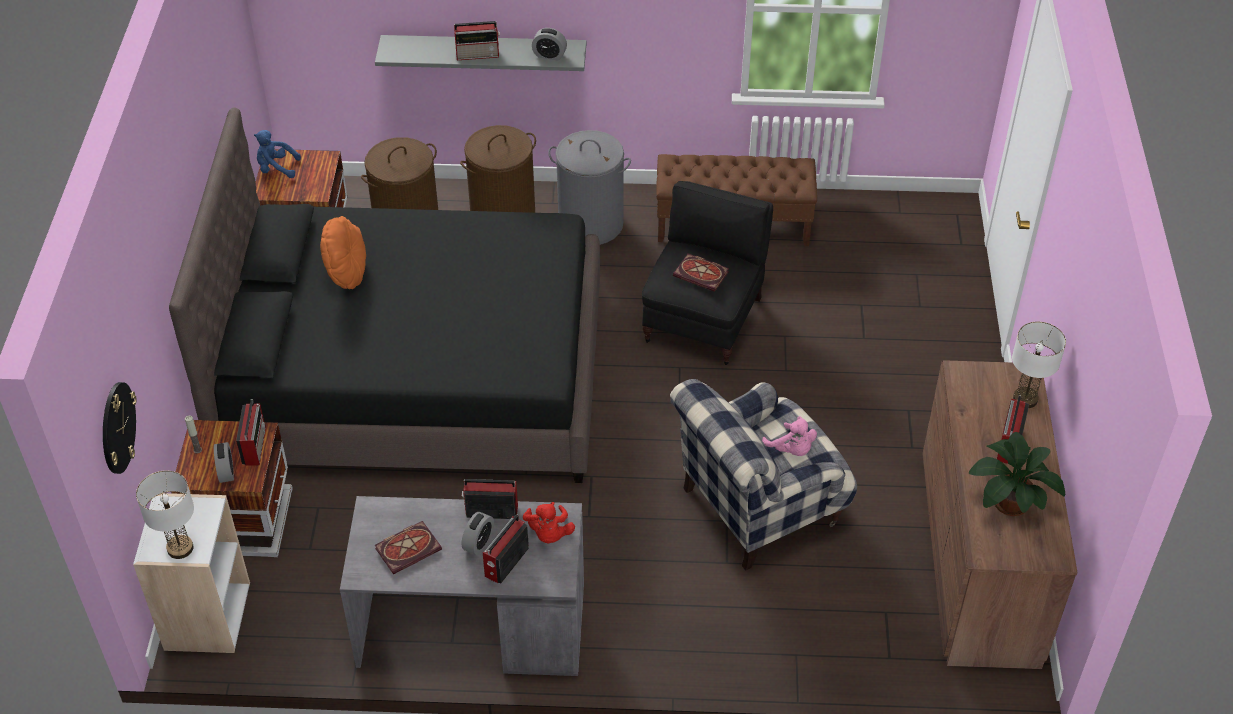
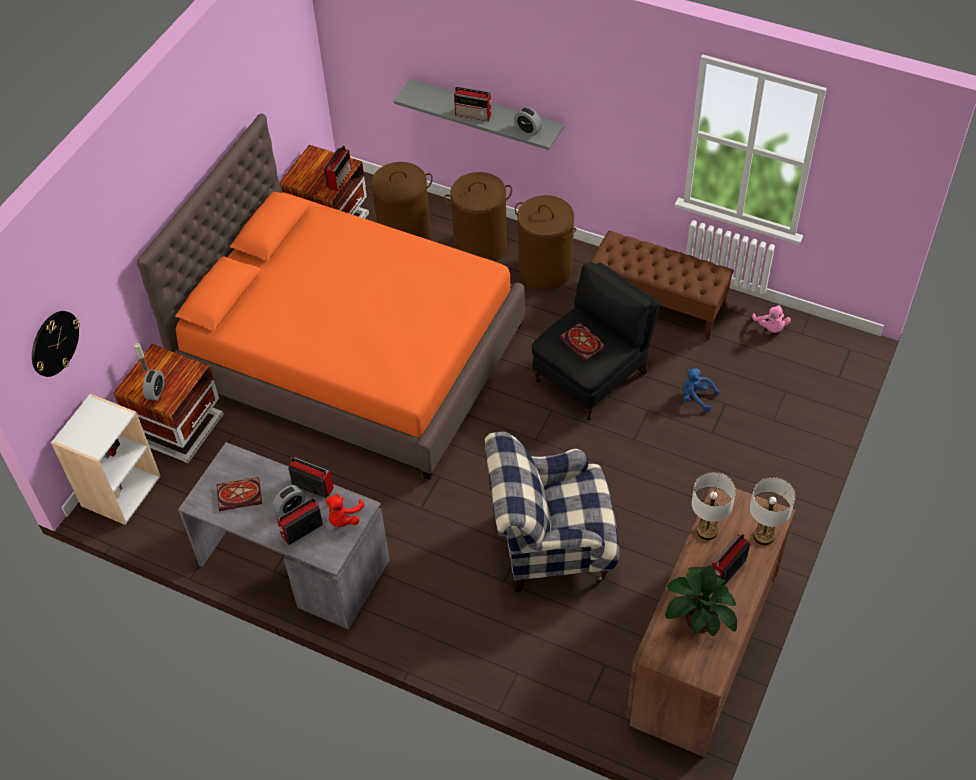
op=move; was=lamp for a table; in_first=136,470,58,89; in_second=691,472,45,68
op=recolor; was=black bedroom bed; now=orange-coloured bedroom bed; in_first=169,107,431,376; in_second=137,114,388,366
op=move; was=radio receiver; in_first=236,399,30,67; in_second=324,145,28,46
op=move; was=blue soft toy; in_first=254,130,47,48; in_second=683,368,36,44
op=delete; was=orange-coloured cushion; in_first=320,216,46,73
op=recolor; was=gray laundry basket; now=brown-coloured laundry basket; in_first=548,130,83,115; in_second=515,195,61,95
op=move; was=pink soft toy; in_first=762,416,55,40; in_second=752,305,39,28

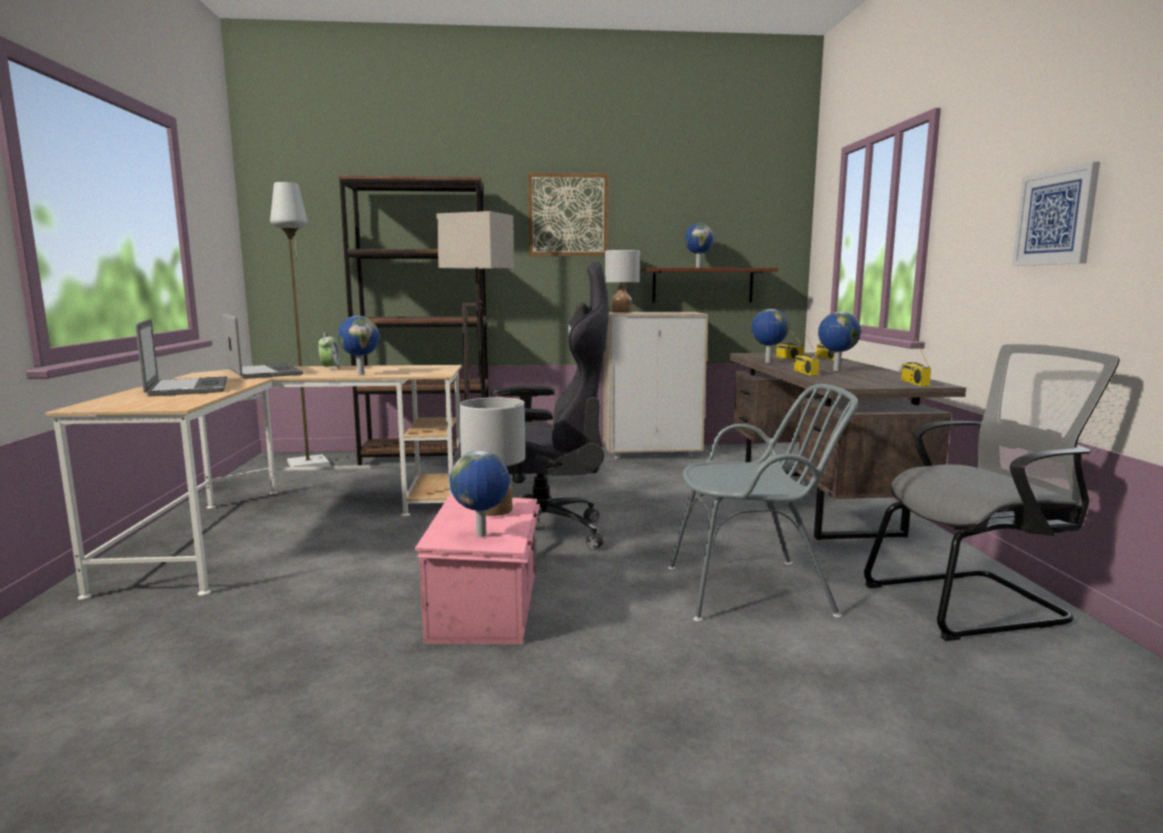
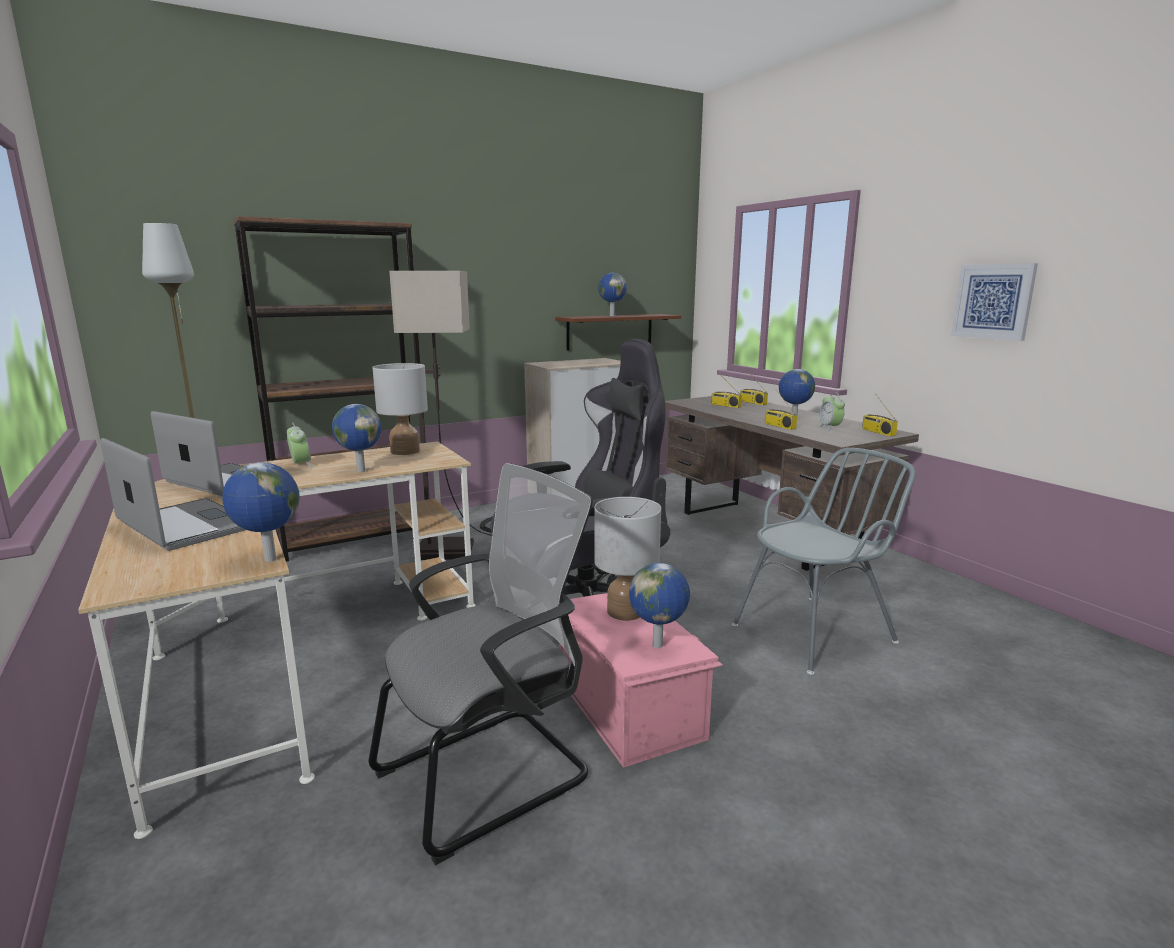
op=delete; was=picture; in_first=528,171,81,85
op=move; was=gray lamp for a table; in_first=605,250,35,63; in_second=372,363,56,92
op=move; was=desk globe; in_first=751,309,38,54; in_second=222,463,78,99
op=move; was=plain chair; in_first=864,344,256,297; in_second=368,463,224,402
op=insert; now=bedside clock; in_second=818,392,27,39

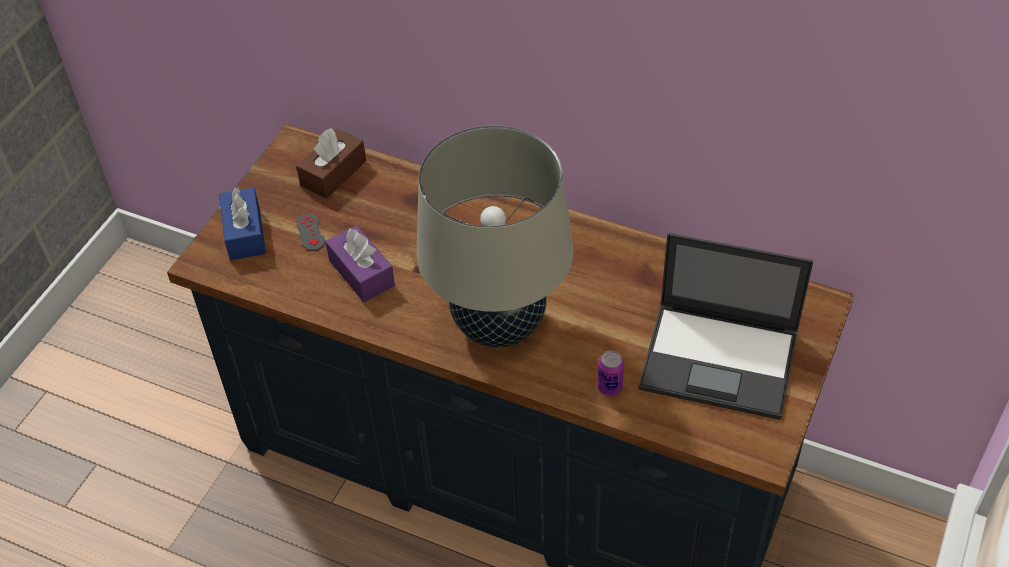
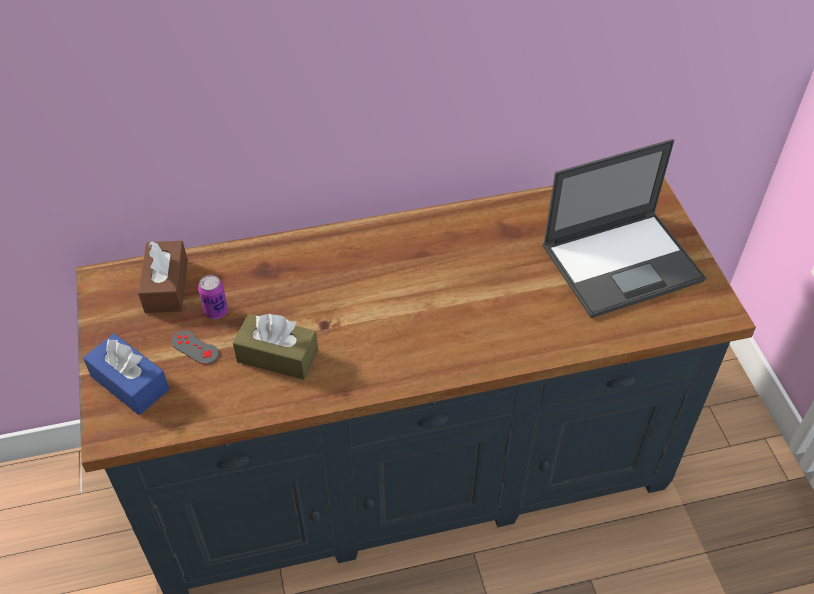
op=recolor; was=purplish box of tissues; now=brown-coloured box of tissues; in_first=325,225,70,77; in_second=233,314,85,66
op=delete; was=beige lamp for a table; in_first=416,125,158,222
op=move; was=metal can; in_first=597,351,27,45; in_second=198,275,30,45

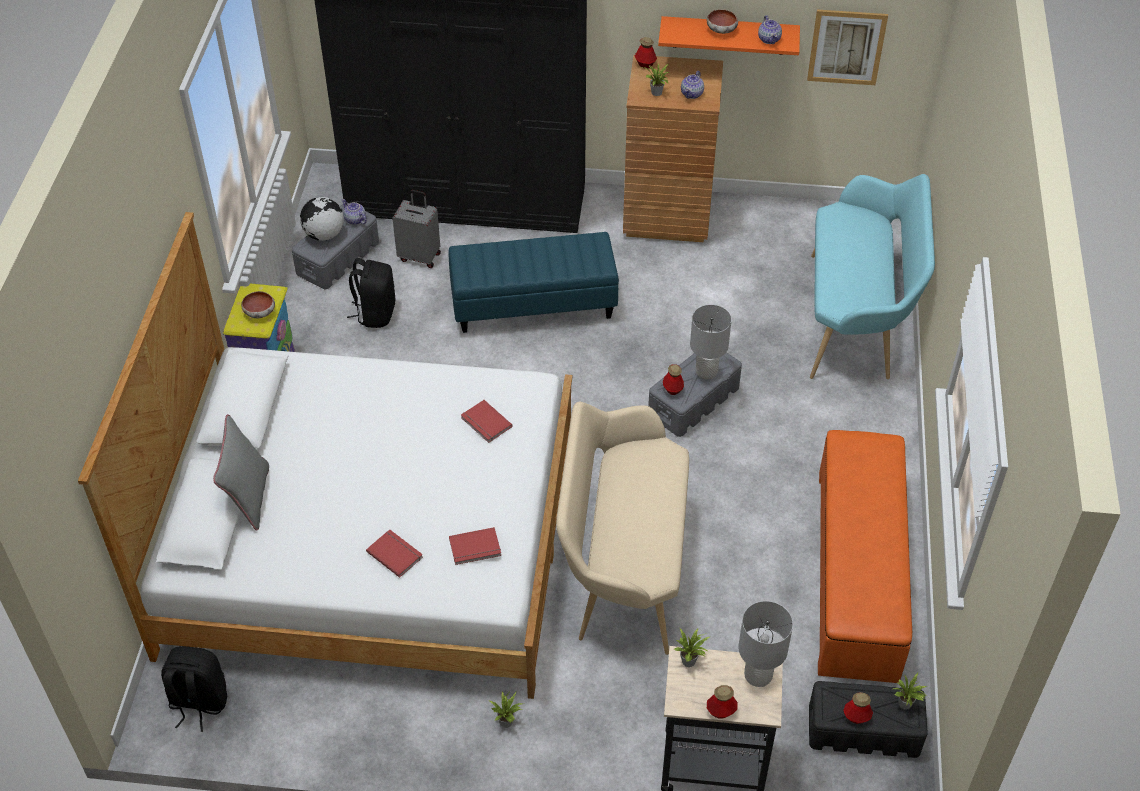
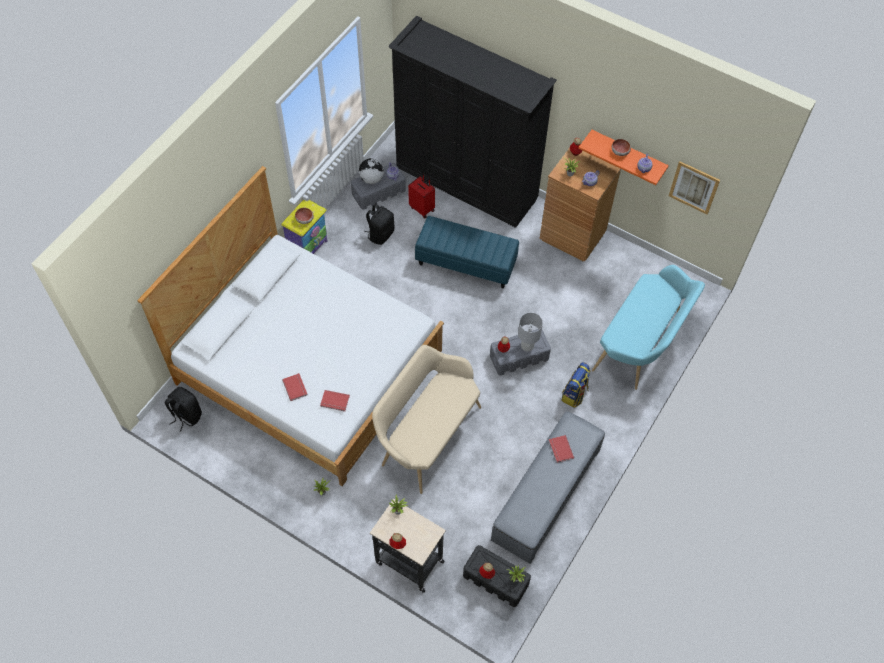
op=delete; was=gray cushion; in_first=213,414,56,117
op=recolor; was=gray suitcase; now=red-coloured suitcase; in_first=392,190,49,78; in_second=408,174,27,44
op=move; was=red-coloured volume; in_first=461,400,51,43; in_second=549,435,25,28
op=delete; was=gray lamp for a table; in_first=738,601,55,86
op=recolor; was=orange-coloured long seat; now=gray long seat; in_first=818,430,94,253; in_second=491,411,114,153
op=insert; now=knapsack; in_second=561,362,30,46

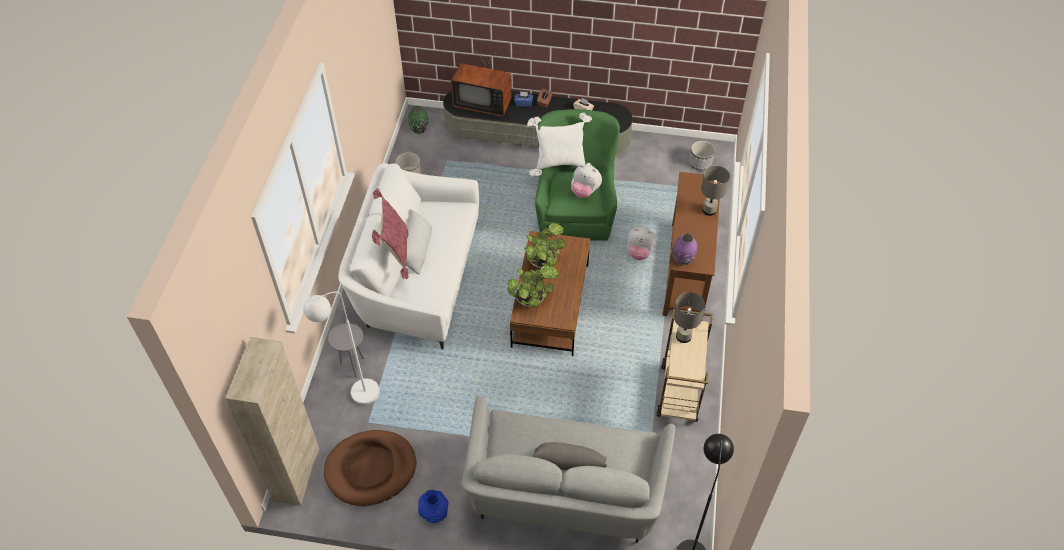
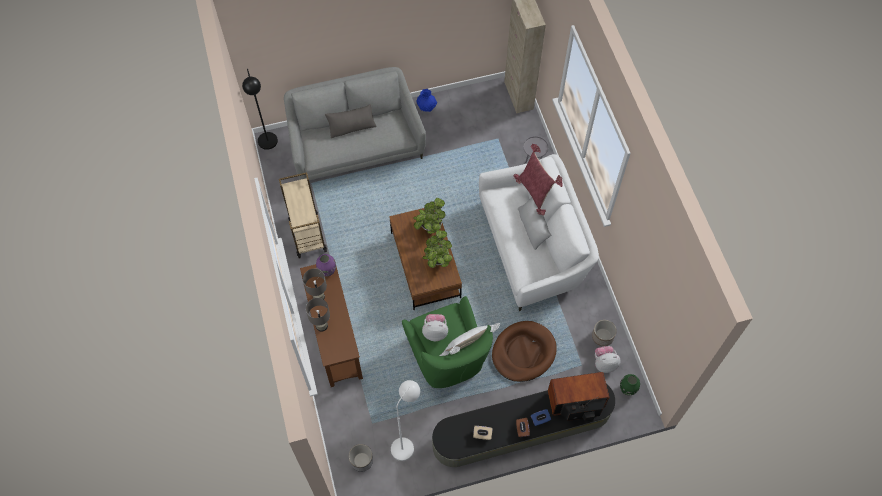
op=move; was=whitish standing lamp; in_first=303,292,77,113; in_second=391,380,29,81
op=move; was=brown-coloured pet bed; in_first=324,430,92,76; in_second=492,321,65,61
op=move; was=soft toy; in_first=627,227,29,33; in_second=595,346,26,27
op=move; was=gray lamp for a table; in_first=674,292,31,51; in_second=303,268,24,31

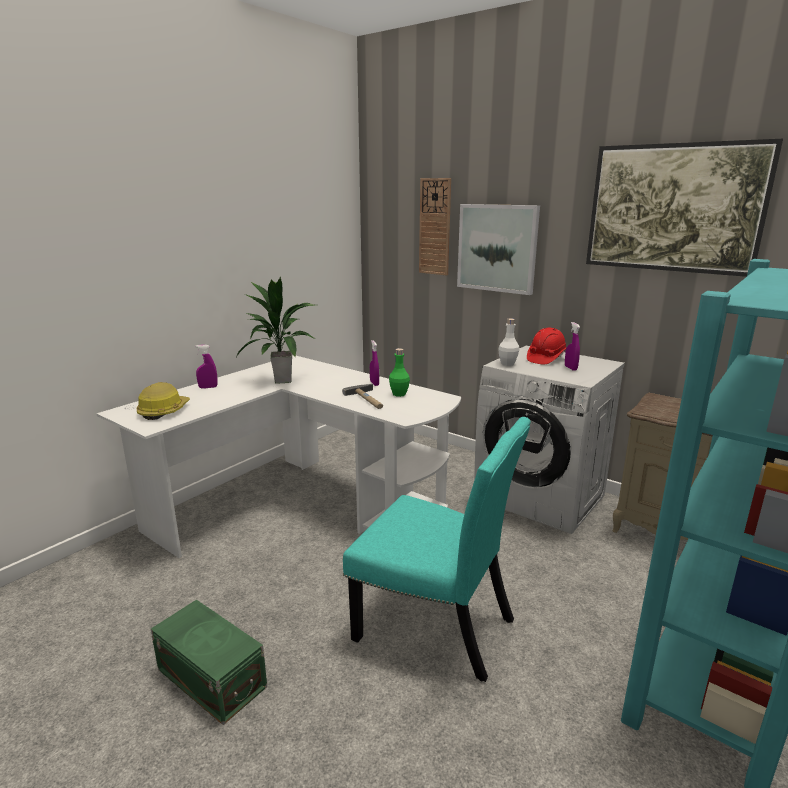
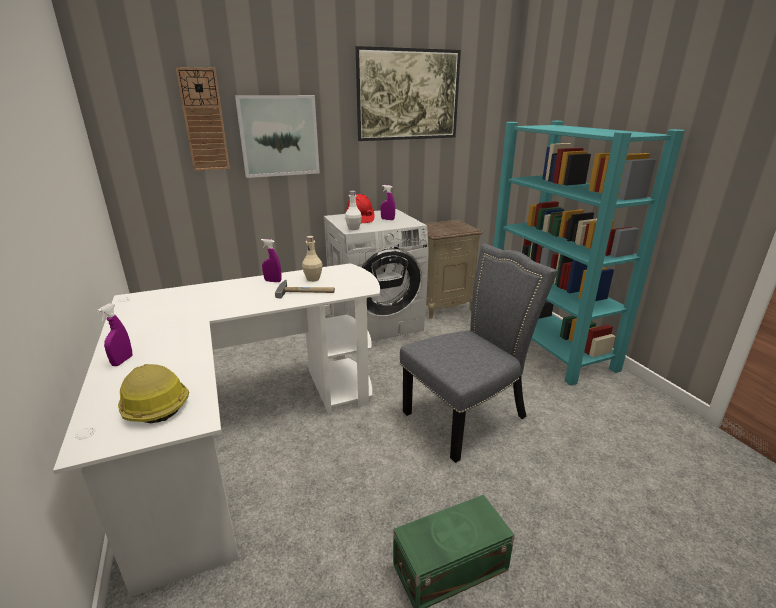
op=delete; was=potted plant; in_first=235,277,79,107
op=recolor; was=turquoise plain chair; now=gray plain chair; in_first=343,417,188,265; in_second=400,244,158,219
op=recolor; was=green-coloured drink bottle; now=beige drink bottle; in_first=389,348,21,49; in_second=302,236,20,46

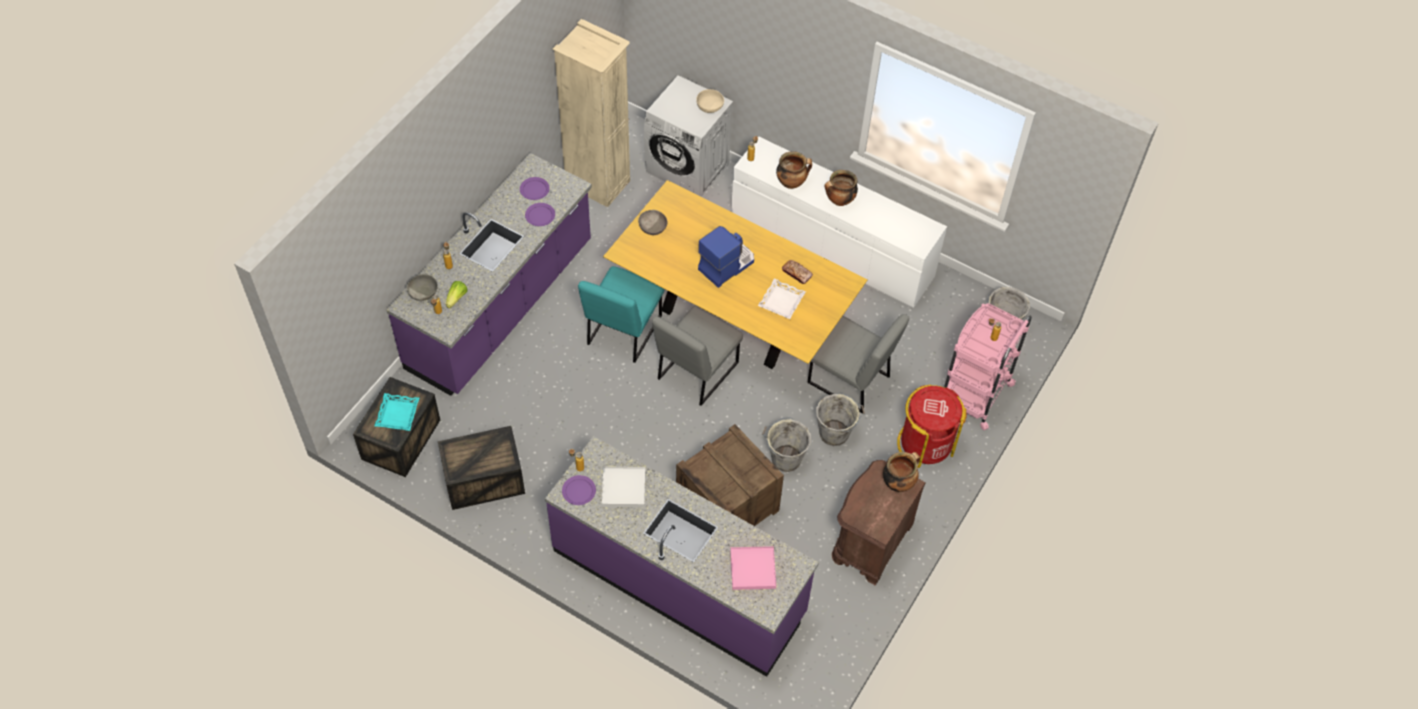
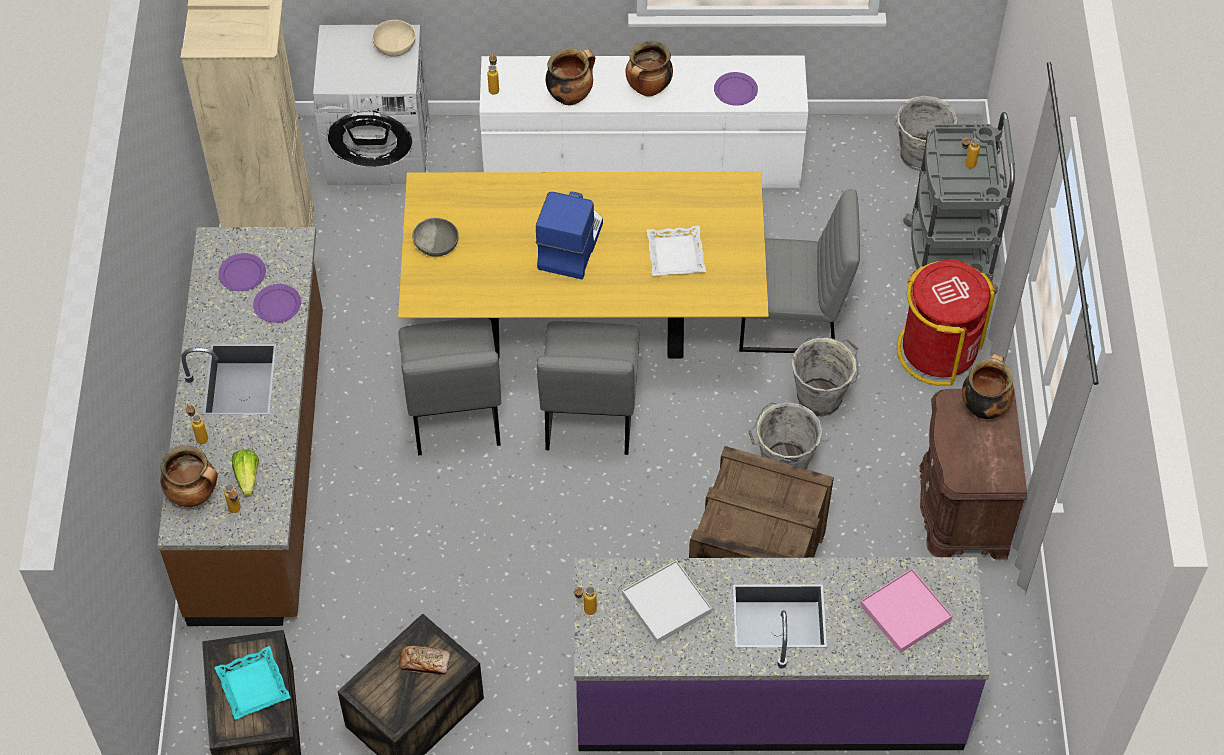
op=recolor; was=purplish kitchen counter; now=brown-coloured kitchen counter; in_first=386,153,206,243; in_second=157,227,166,399
op=replace; was=gray serving bowl; now=stockpot; in_first=407,274,31,27; in_second=160,445,58,62
op=move; was=purplish flat dish; in_first=562,475,34,30; in_second=714,72,44,34
op=recolor; was=turquoise plain chair; now=gray plain chair; in_first=578,266,87,97; in_second=398,318,103,137
op=move; was=baked bread; in_first=782,260,31,24; in_second=399,646,51,29
op=recolor; was=pink trolley; now=gray trolley; in_first=944,303,88,127; in_second=903,112,112,182

